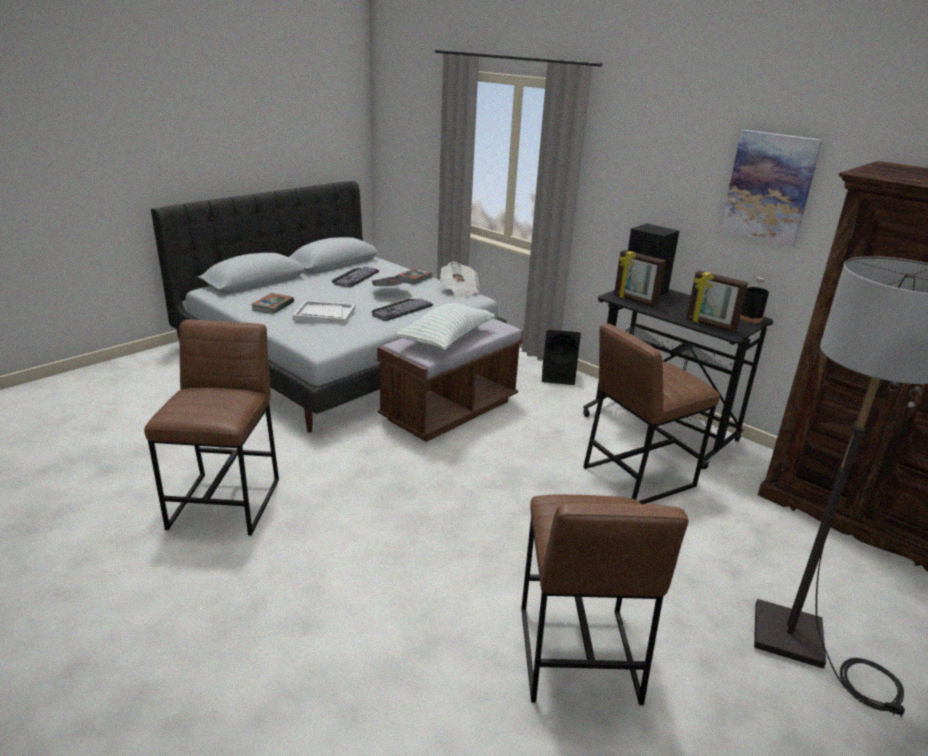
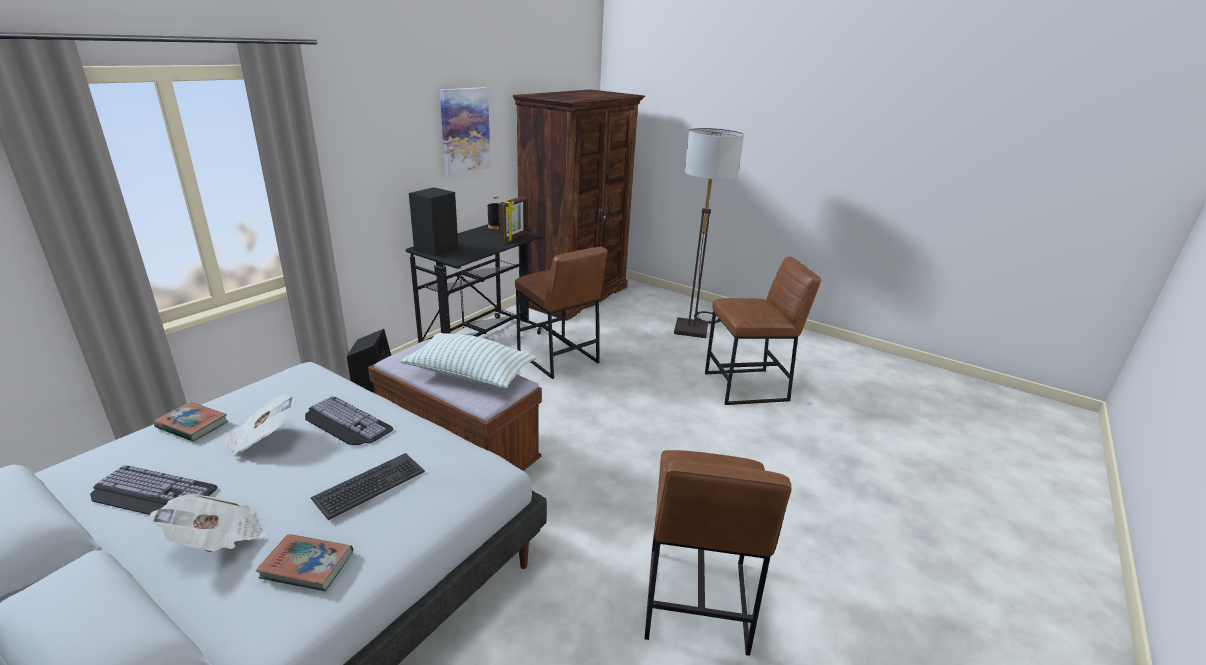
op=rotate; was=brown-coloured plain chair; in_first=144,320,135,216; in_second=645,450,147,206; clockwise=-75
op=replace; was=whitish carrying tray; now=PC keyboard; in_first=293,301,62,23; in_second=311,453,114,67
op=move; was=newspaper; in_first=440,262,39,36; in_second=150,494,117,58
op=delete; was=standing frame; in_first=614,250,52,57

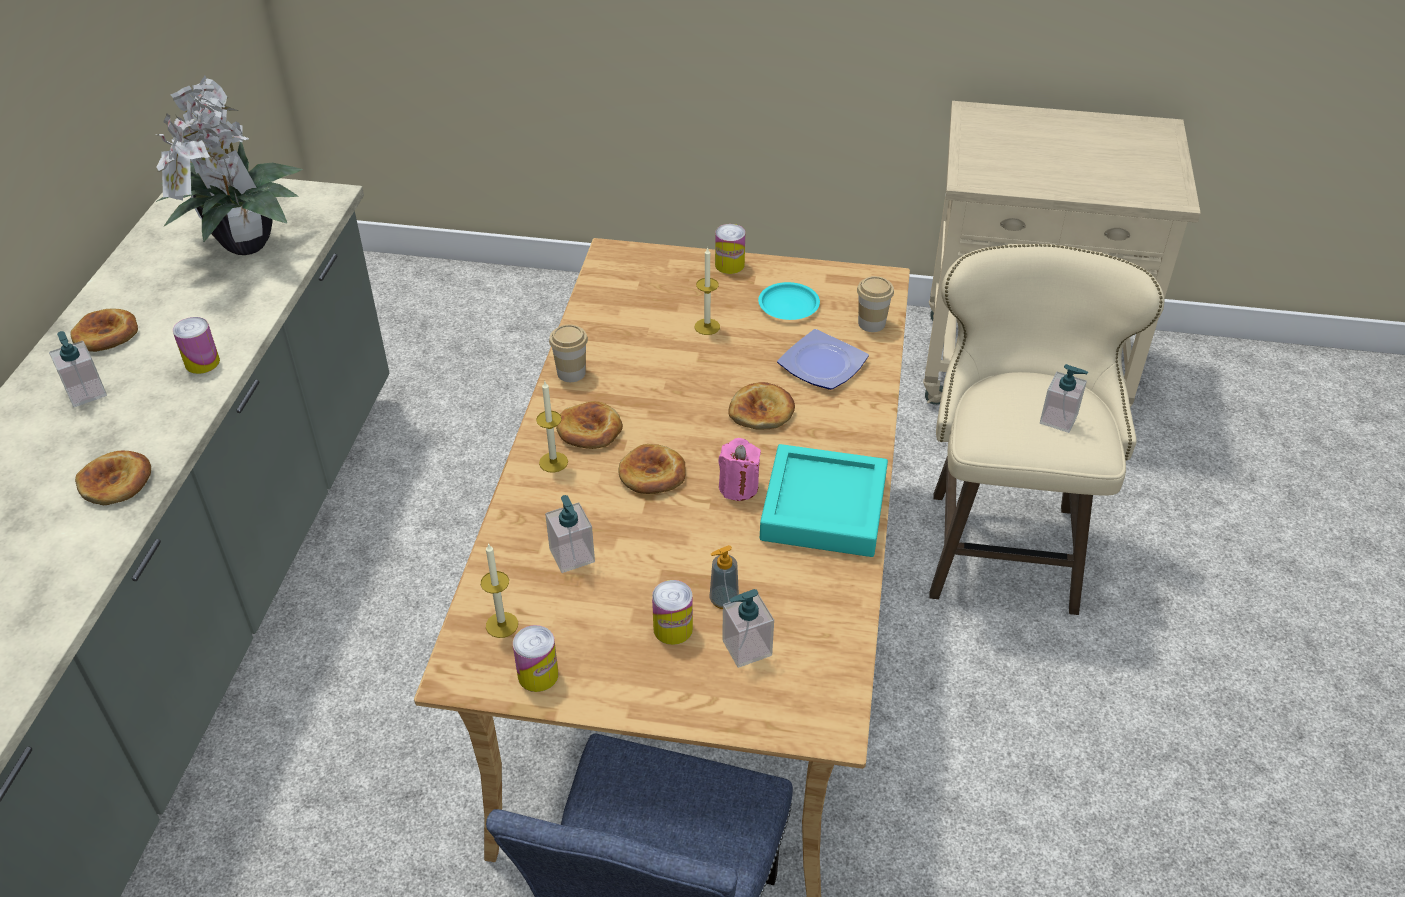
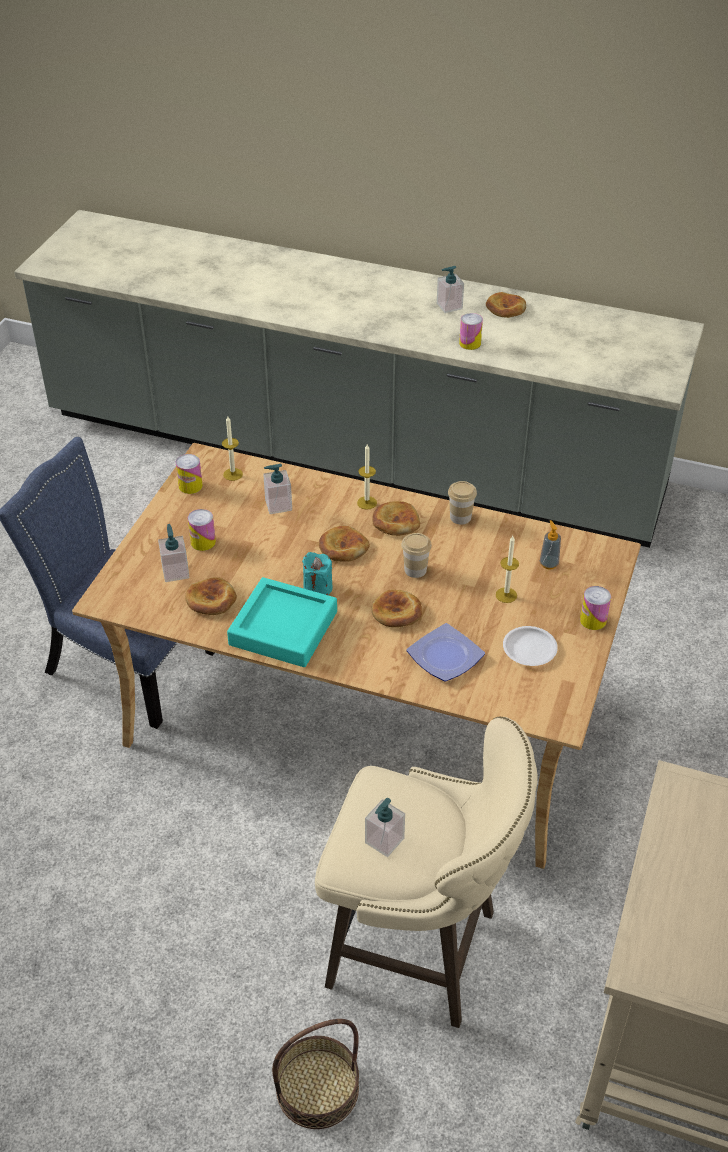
op=move; was=baked bread; in_first=75,451,76,54; in_second=185,577,52,38
op=delete; was=potted plant; in_first=156,76,147,179
op=move; was=soap dispenser; in_first=709,545,30,64; in_second=540,520,21,50
op=recolor; was=pink wax light; now=turquoise wax light; in_first=718,438,43,63; in_second=302,552,30,43
op=recolor; was=turquoise flat dish; now=whitish flat dish; in_first=758,282,62,38; in_second=503,626,55,40
op=move; was=drinking cup; in_first=857,276,37,56; in_second=401,533,31,45
op=insert; now=storage basket; in_second=272,1019,87,110

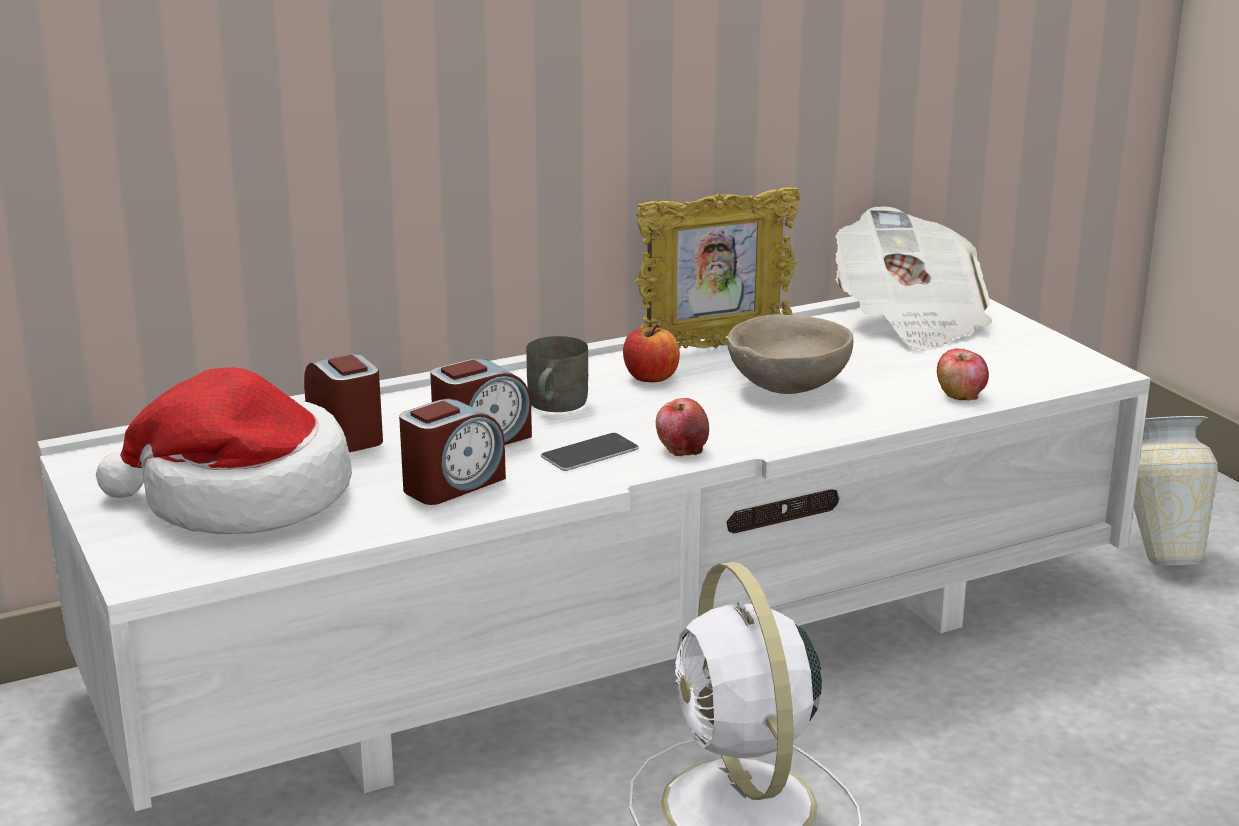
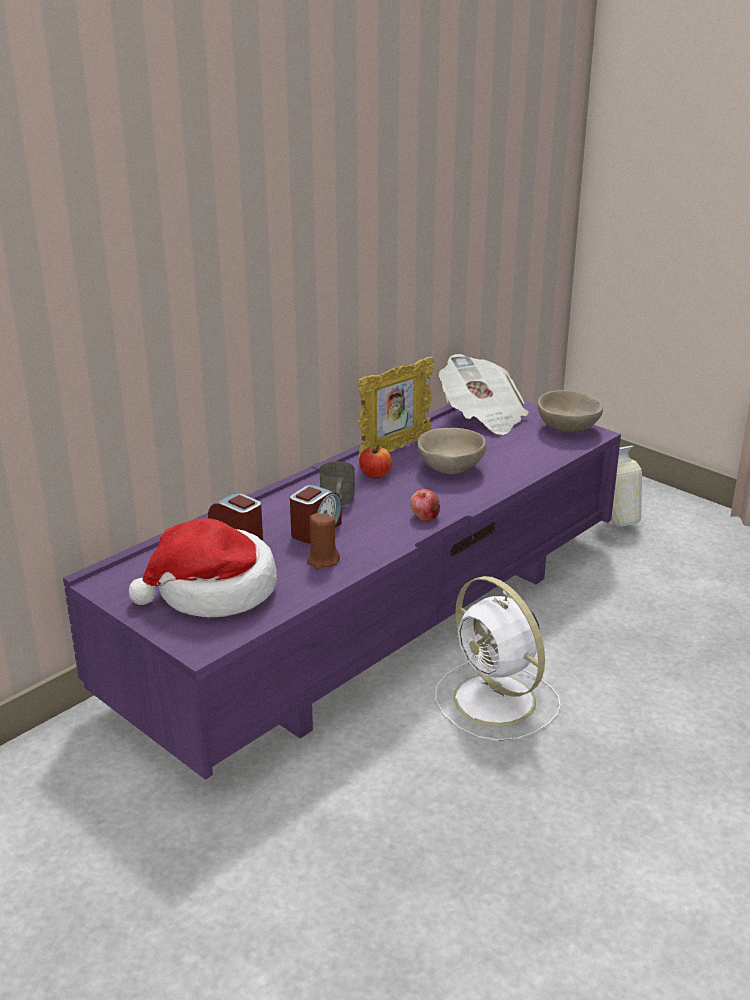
op=recolor; was=whitish tv unit; now=purplish tv unit; in_first=37,296,1114,516; in_second=63,400,558,380
op=replace; was=bedside clock; now=brown-coloured wax light; in_first=399,399,107,106; in_second=307,513,33,56
op=delete; was=telephone; in_first=541,433,98,38
op=delete; was=apple; in_first=937,348,52,52
op=insert; now=beige serving bowl; in_second=537,390,66,42

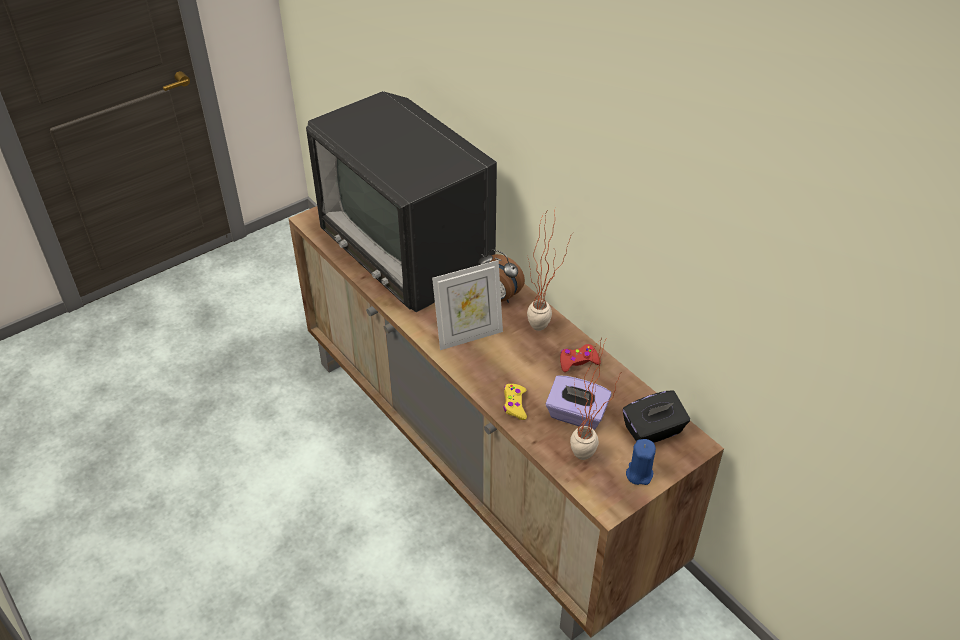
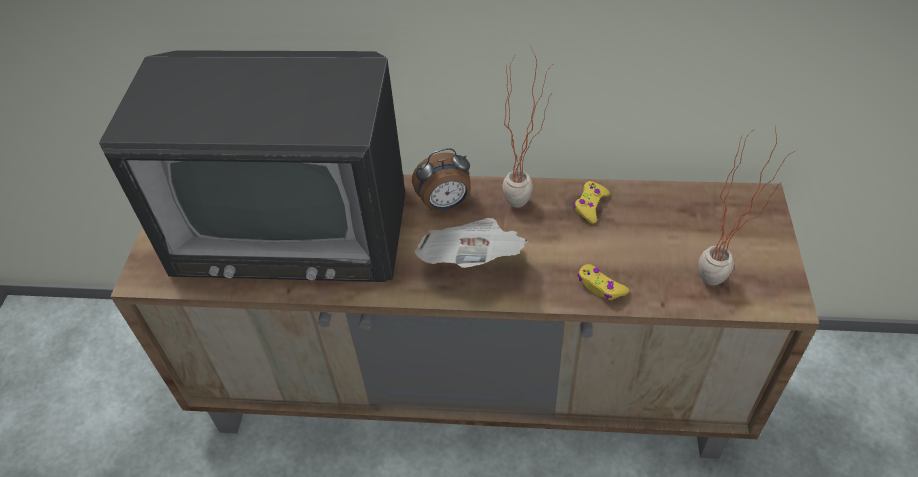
op=replace; was=standing frame; now=newspaper; in_first=432,260,71,90; in_second=414,218,114,50
op=delete; was=purplish box of tissues; in_first=546,375,66,55
op=recolor; was=red-coloured game controller; now=yellow game controller; in_first=560,344,41,28; in_second=574,181,36,43
op=delete; was=black box of tissues; in_first=623,390,67,53
op=delete; was=blue wax light; in_first=626,439,30,46

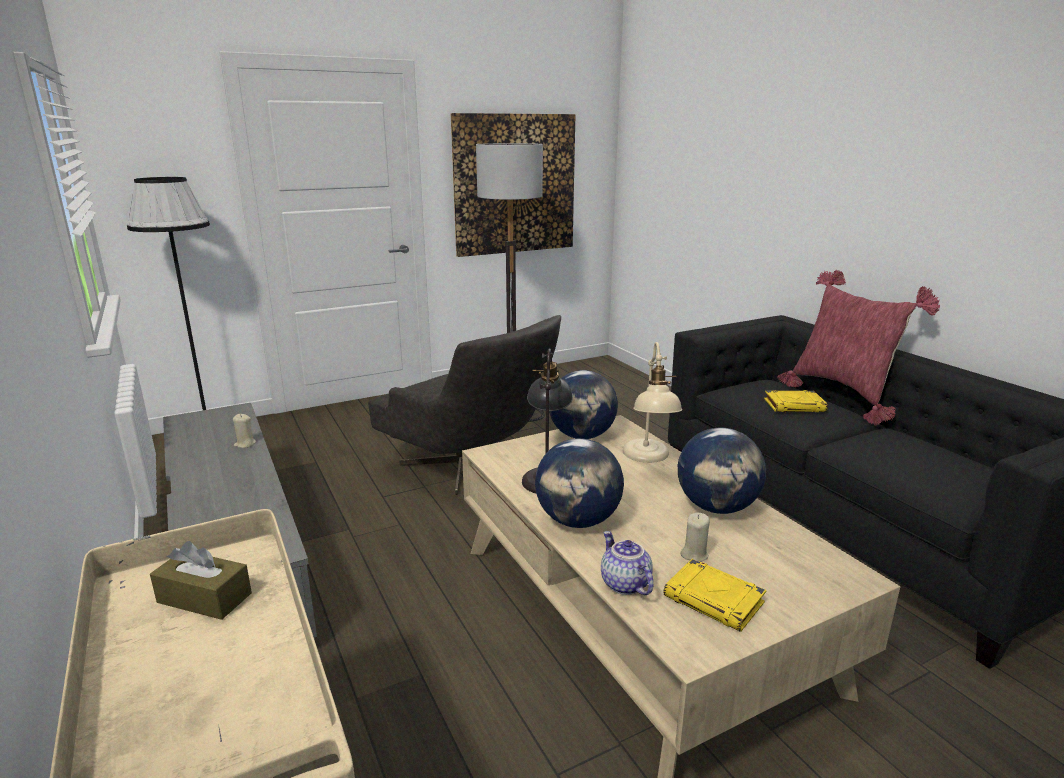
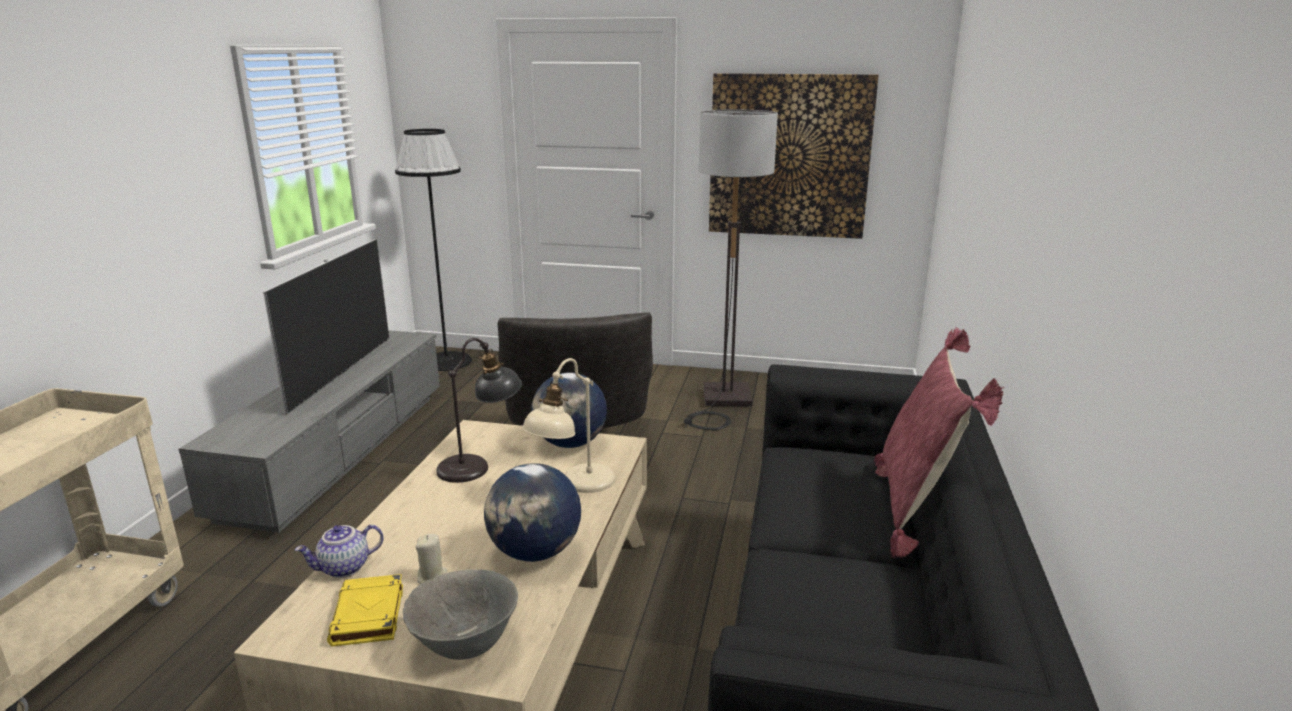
op=delete; was=brown-coloured box of tissues; in_first=150,541,102,79
op=delete; was=beige wax light; in_first=233,414,24,34
op=delete; was=desk globe; in_first=535,438,89,90
op=rotate; was=teapot; in_first=601,531,52,64; in_second=295,524,88,54; clockwise=-135
op=delete; was=yellow volume; in_first=764,390,64,22
op=insert; now=TV set; in_second=263,239,126,175
op=insert; now=gray serving bowl; in_second=403,569,115,91

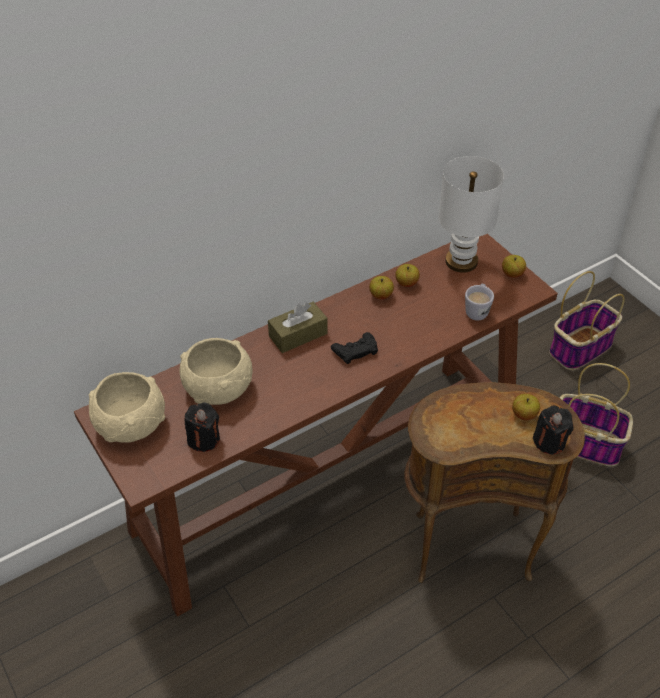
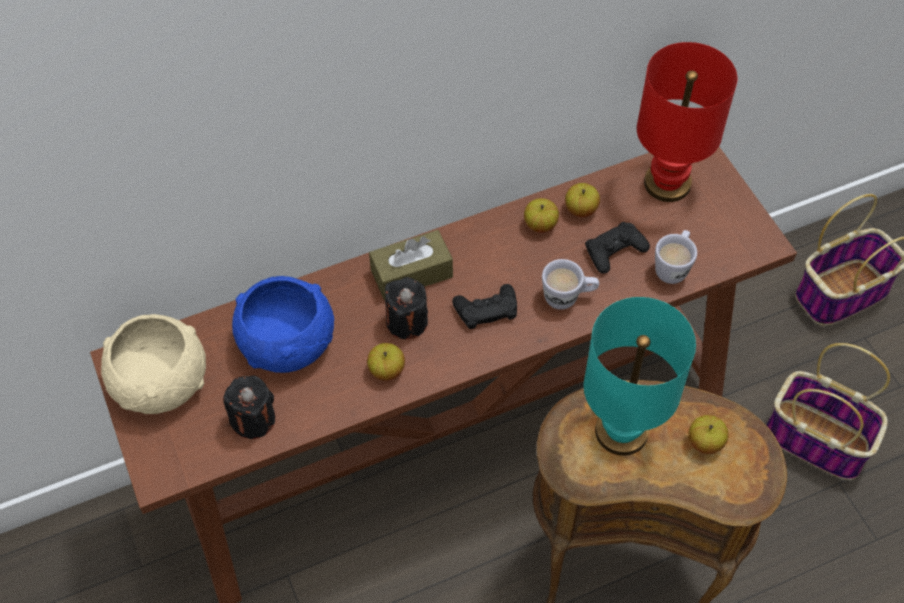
op=recolor; was=beige serving bowl; now=blue serving bowl; in_first=179,338,74,67; in_second=232,276,102,97
op=recolor; was=whitish lamp for a table; now=red-coloured lamp for a table; in_first=438,156,66,117; in_second=637,42,100,160
op=move; was=apple; in_first=502,255,24,23; in_second=367,343,38,37
op=move; was=black wax light; in_first=533,405,40,49; in_second=385,277,43,62
op=insert; now=whitish mug; in_second=542,259,57,51
op=insert; now=turquoise lamp for a table; in_second=584,297,112,159
op=insert; now=black game controller; in_second=585,222,65,52

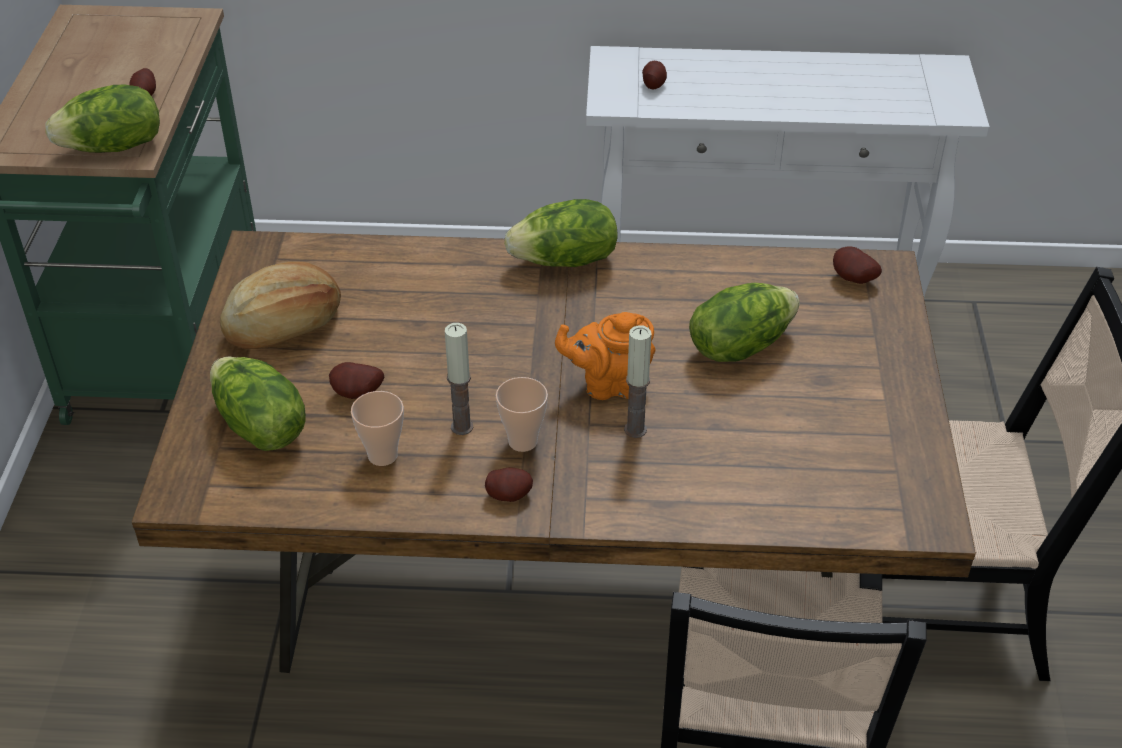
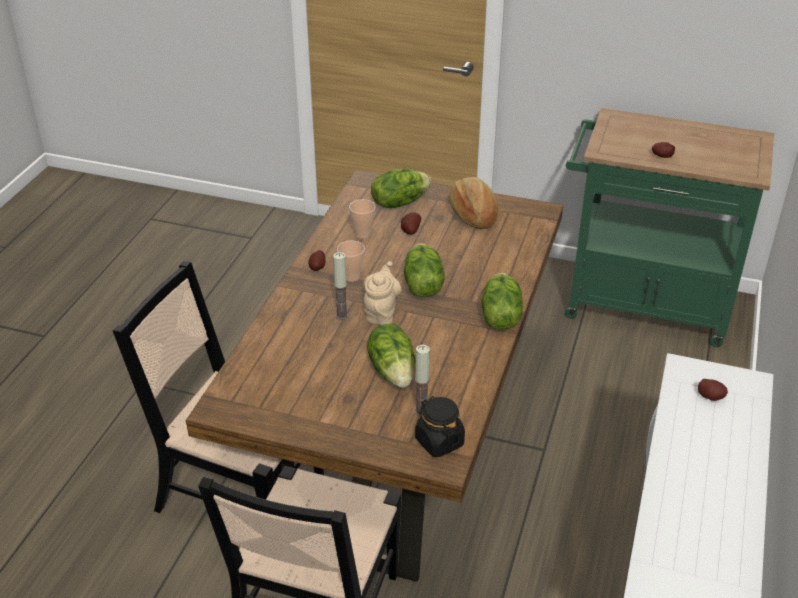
op=move; was=head of lettuce; in_first=45,85,115,68; in_second=404,243,41,54
op=move; was=wax light; in_first=445,323,28,112; in_second=415,345,15,72
op=recolor; was=orange-coloured teapot; now=beige teapot; in_first=555,312,100,88; in_second=363,261,39,64
op=replace; was=potato; now=black jar; in_first=833,247,49,37; in_second=415,396,50,61

